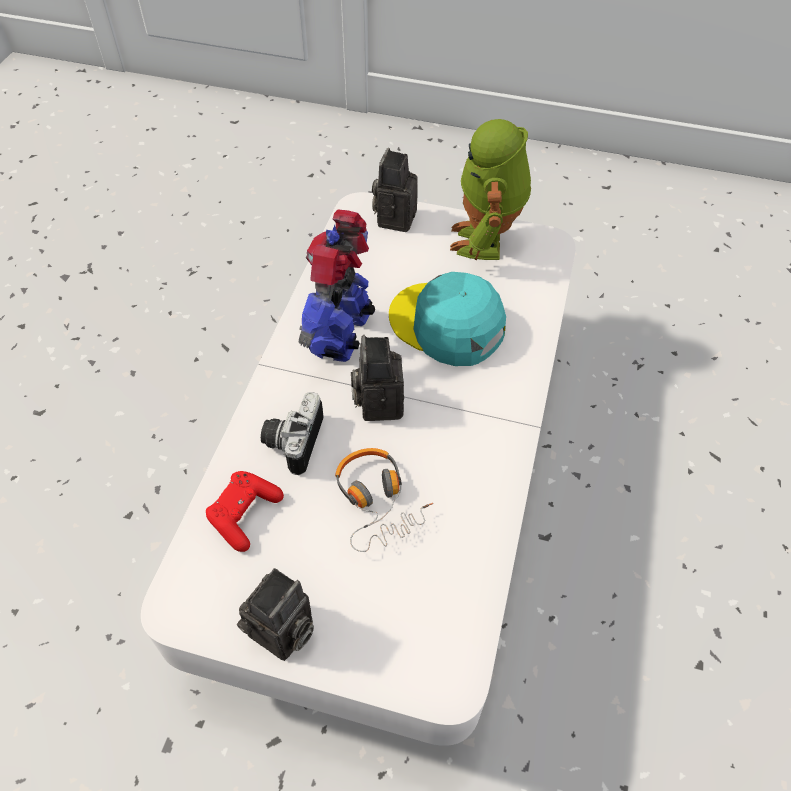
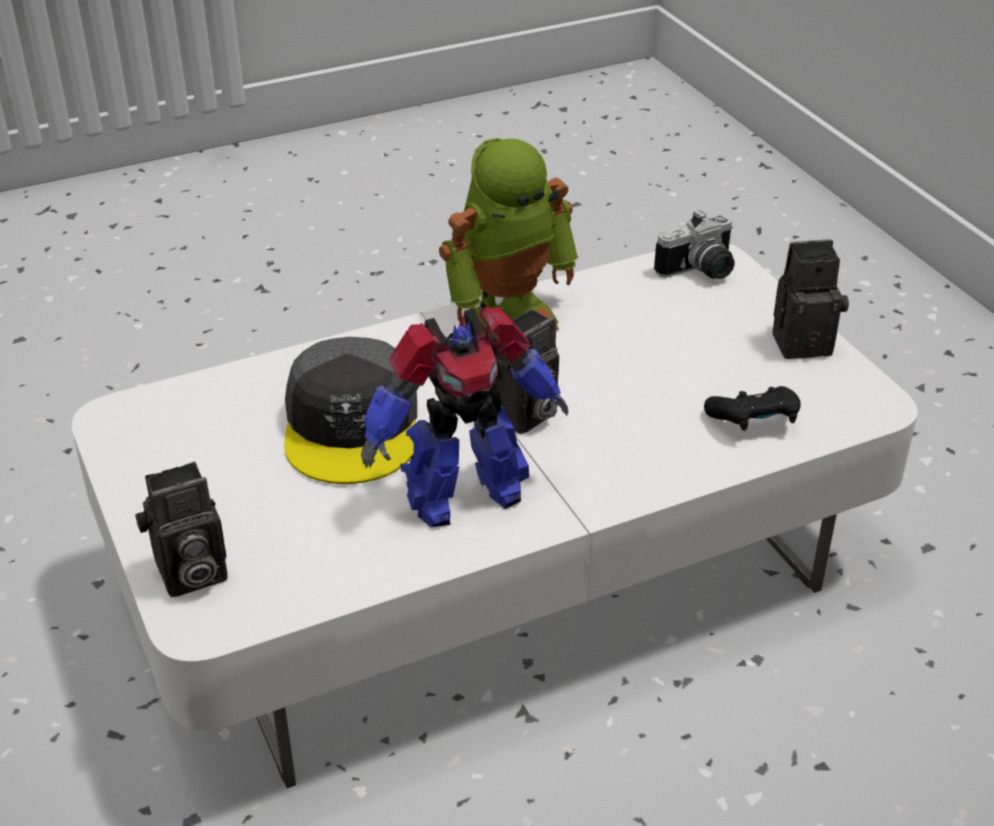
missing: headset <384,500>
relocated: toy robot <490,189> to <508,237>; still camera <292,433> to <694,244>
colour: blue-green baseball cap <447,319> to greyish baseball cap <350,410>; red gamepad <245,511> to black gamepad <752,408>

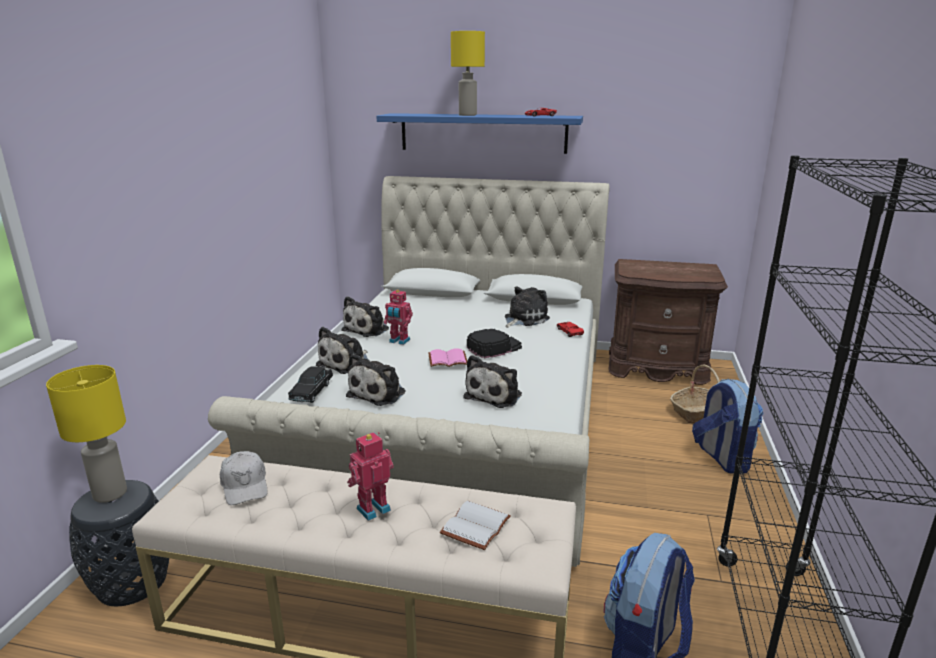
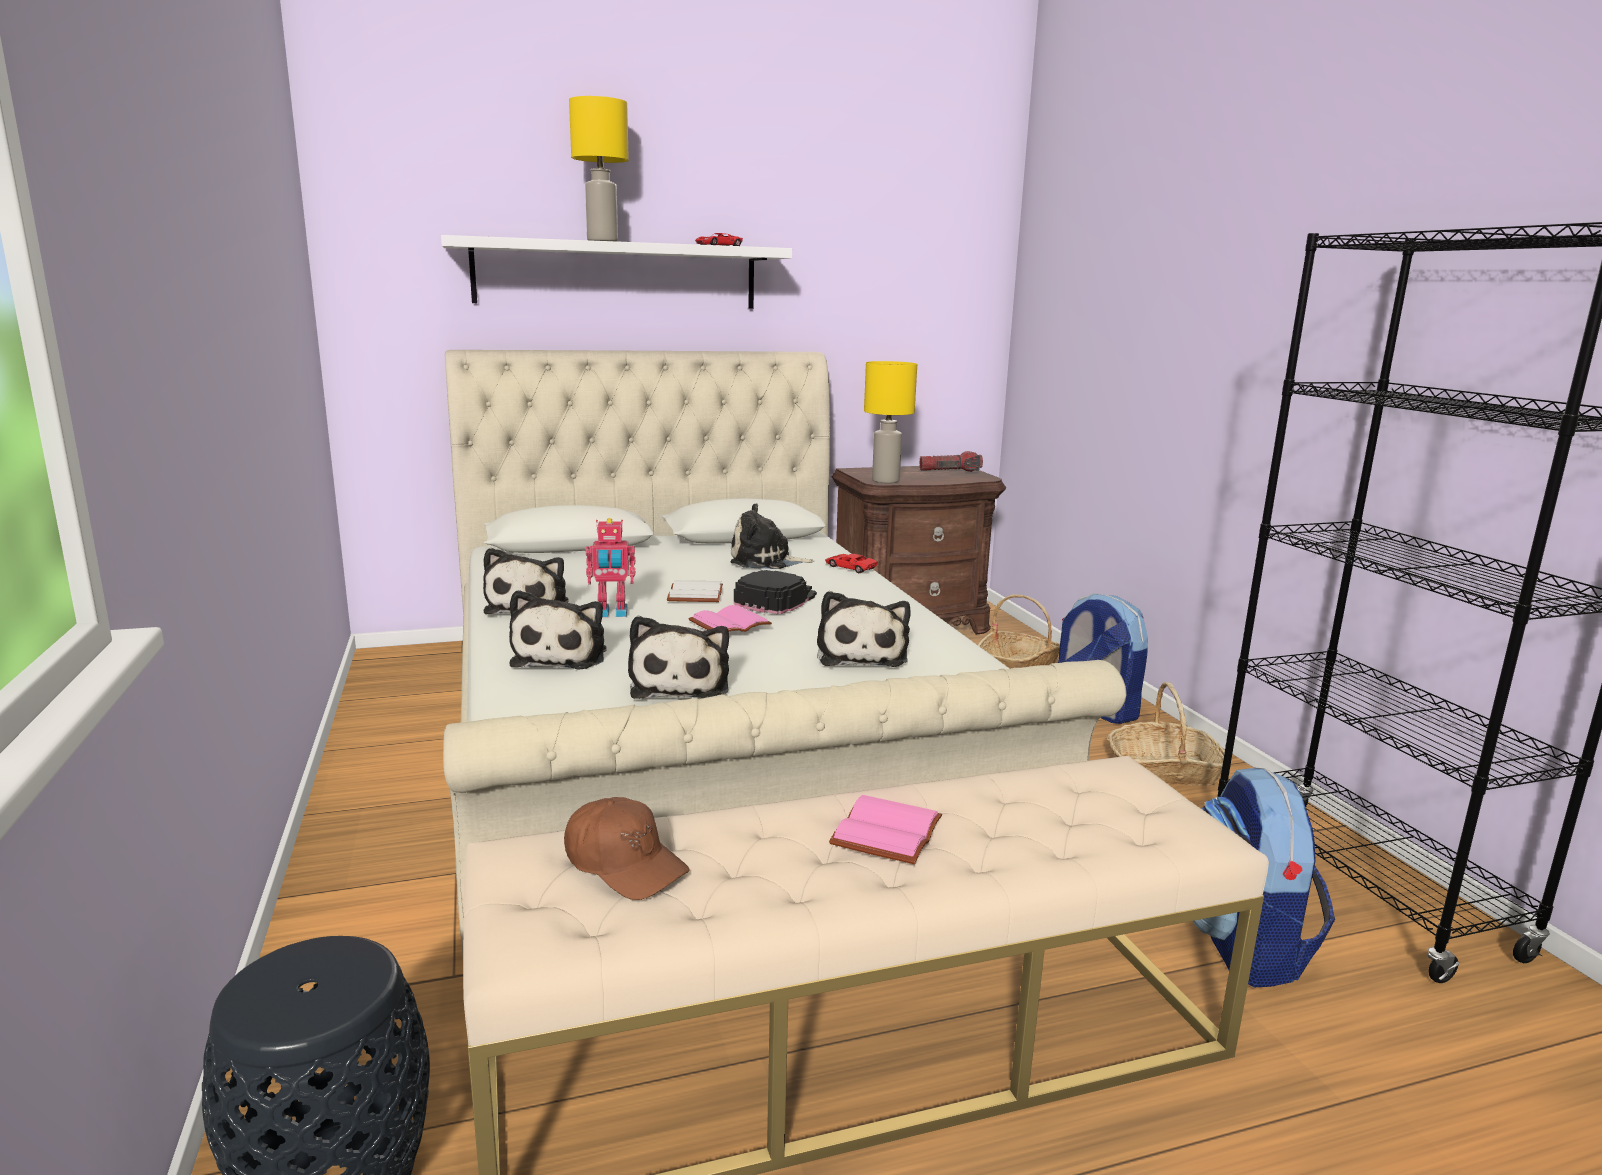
missing: black miniature car <310,384>
appeared: hand torch <951,461>; basket <1166,734>
relocated: yellowish tabletop lamp <86,434> to <890,422>; whitish bound book <475,525> to <695,591>
exchanged: toy robot <370,476> to pink bound book <885,829>
colour: blue shelf <479,133> to whitish shelf <616,272>; whitish baseball cap <243,478> to brown baseball cap <627,848>
spun: soft toy <527,307> = <772,536> 105 degrees counterclockwise

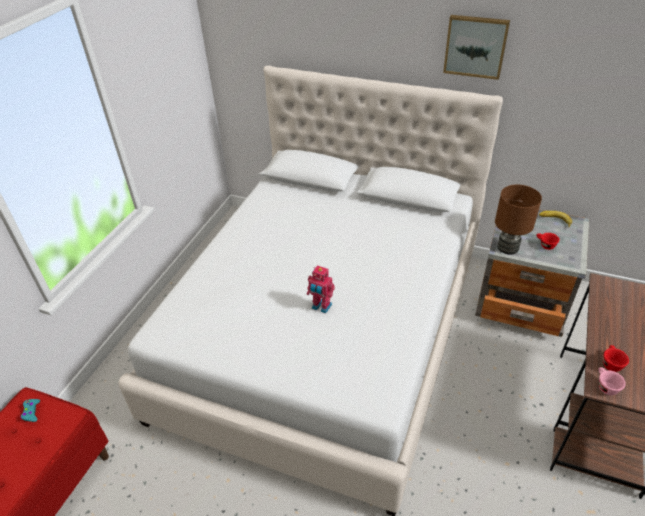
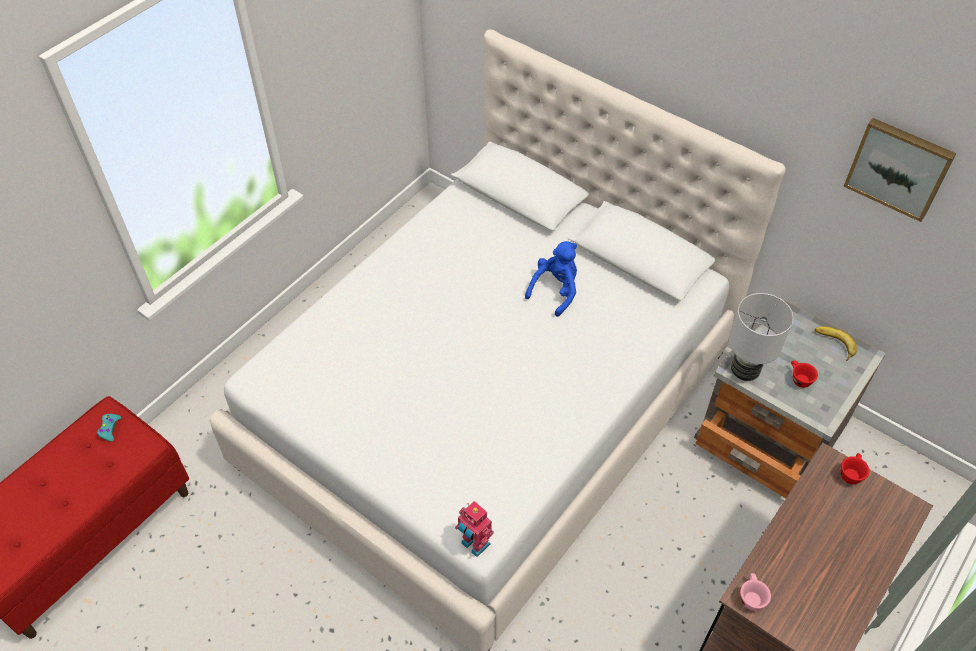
appeared: blue soft toy <551,279>
relocated: picture <476,47> to <899,170>; toy robot <321,289> to <474,529>; red drinking cup <616,358> to <855,468>
colour: brown tabletop lamp <518,220> to greyish tabletop lamp <761,337>

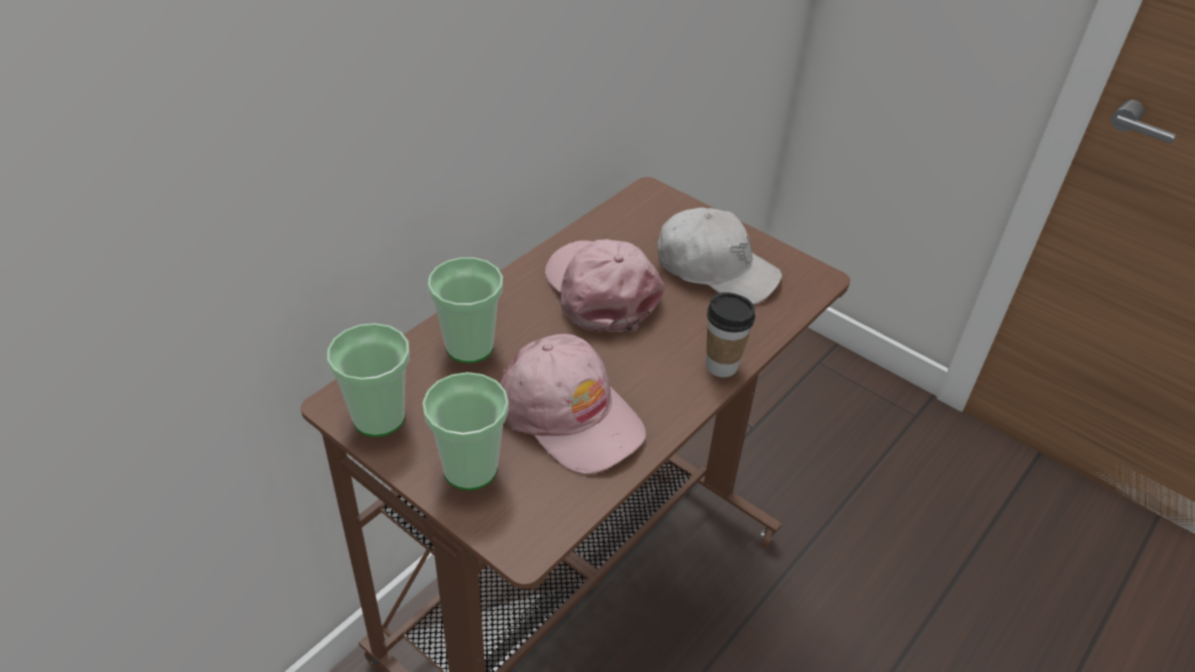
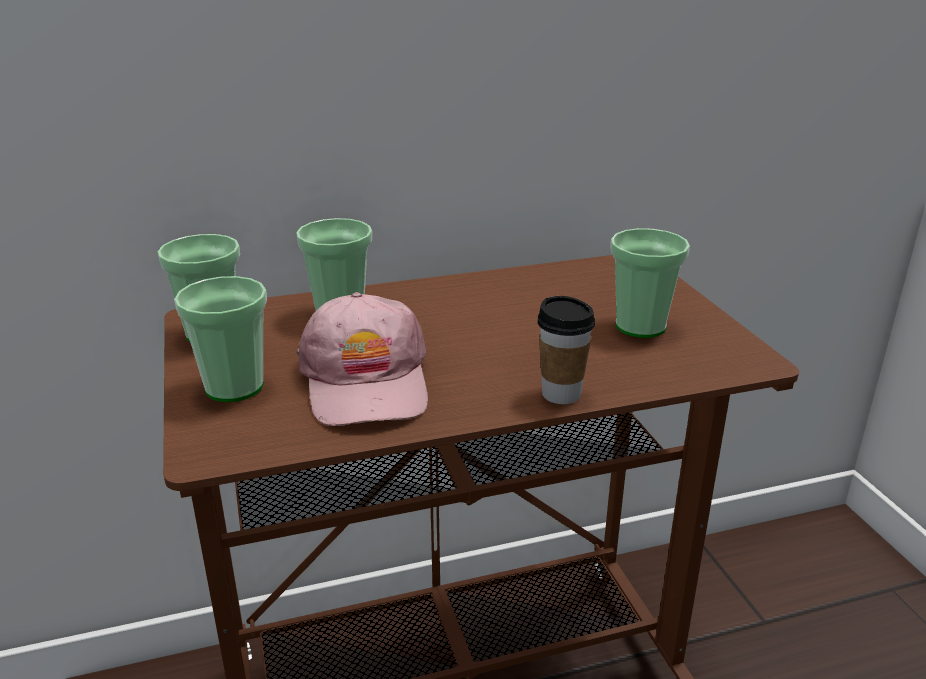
missing: pink baseball cap <604,285>
exchanged: whitish baseball cap <720,256> to drinking cup <650,283>

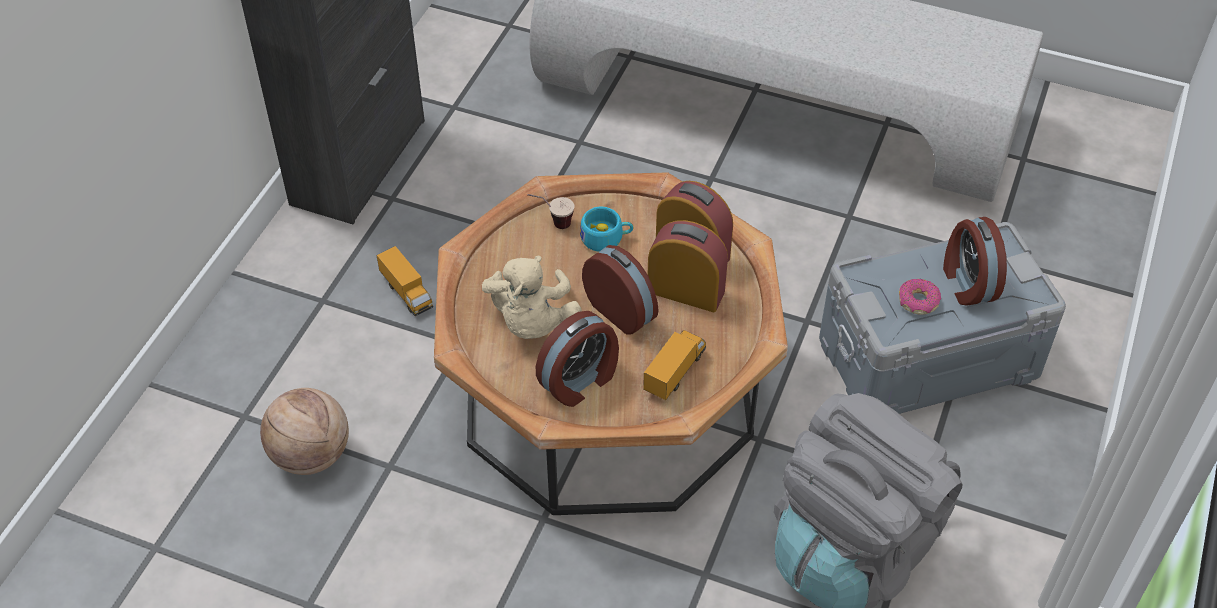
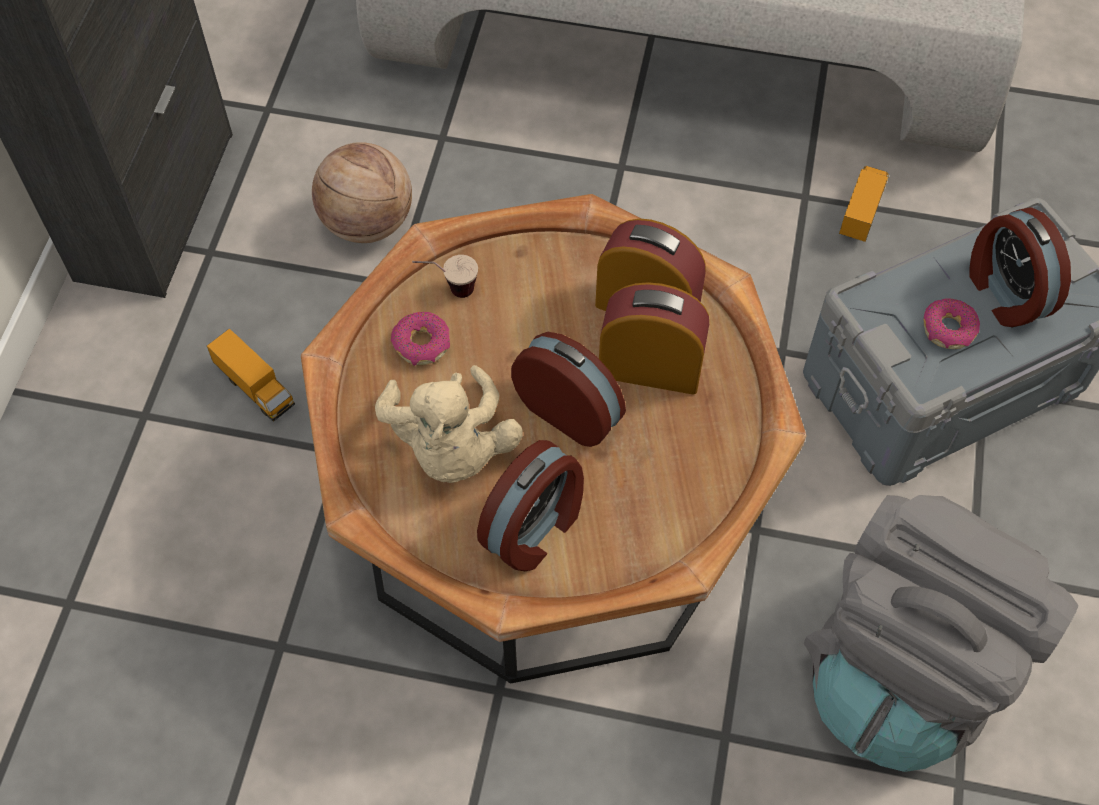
missing: blue-green drinking cup <606,229>
appeared: doughnut <420,339>
relocated: toy lorry <674,365> to <864,204>; basketball <304,431> to <362,192>

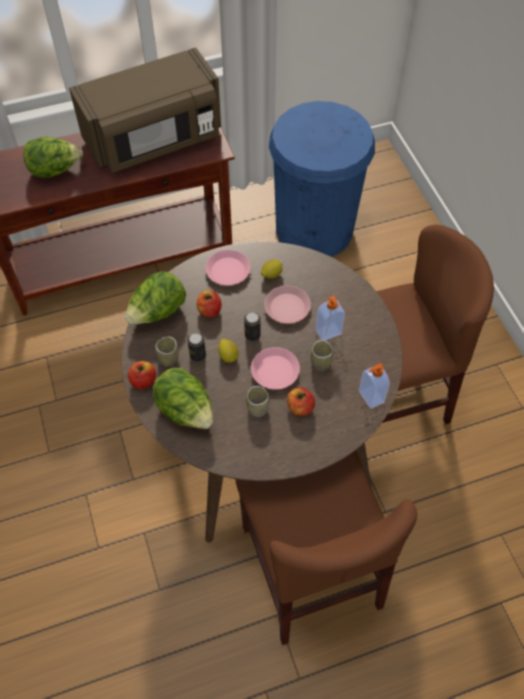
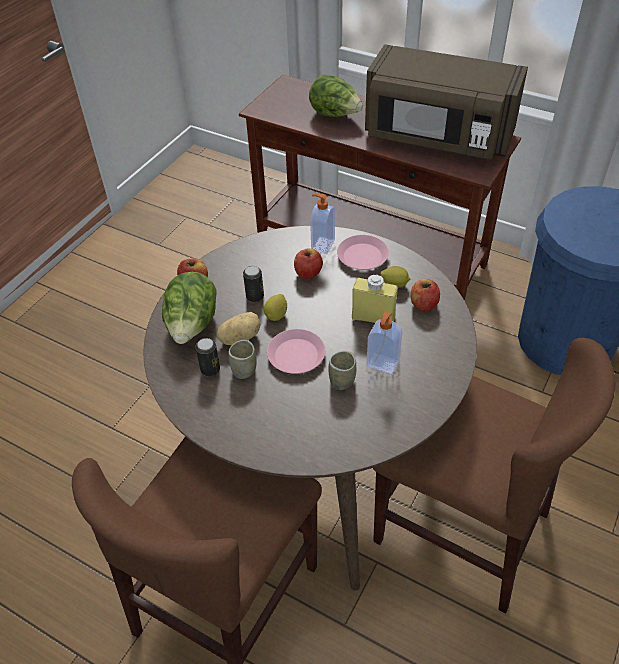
missing: lettuce head <155,298>; drinking cup <167,351>
appeared: whole potato <238,328>
relocated: can <252,326> to <208,357>; soap bottle <374,386> to <322,223>; apple <301,401> to <425,295>
exchanged: pink plate <287,305> to yellowish bottle <375,298>

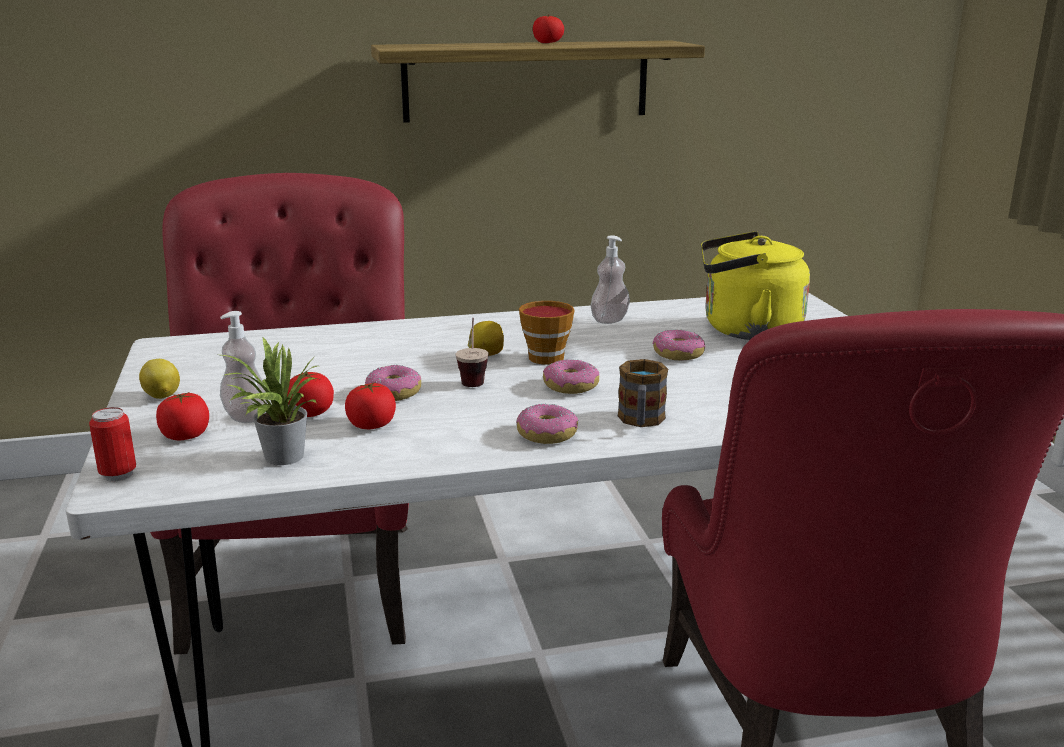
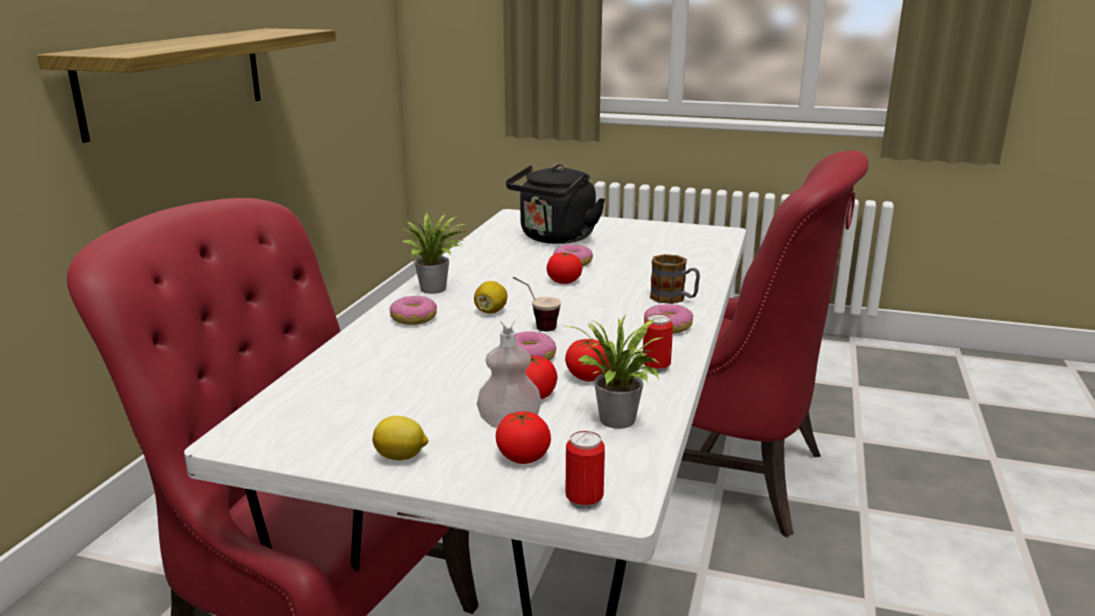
missing: soap bottle <610,279>; drinking cup <547,333>
appeared: plant in a pot <435,252>; can <658,343>
relocated: tomato <548,29> to <564,268>; doughnut <571,376> to <413,310>
colour: yellowish tea kettle <755,286> to black tea kettle <555,204>

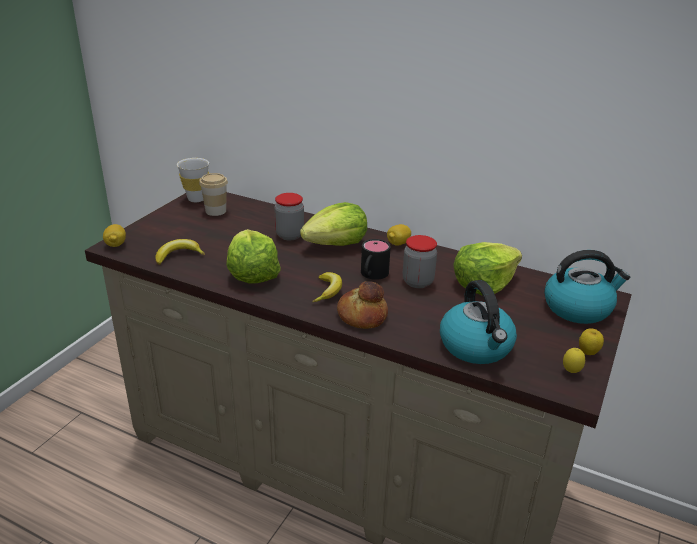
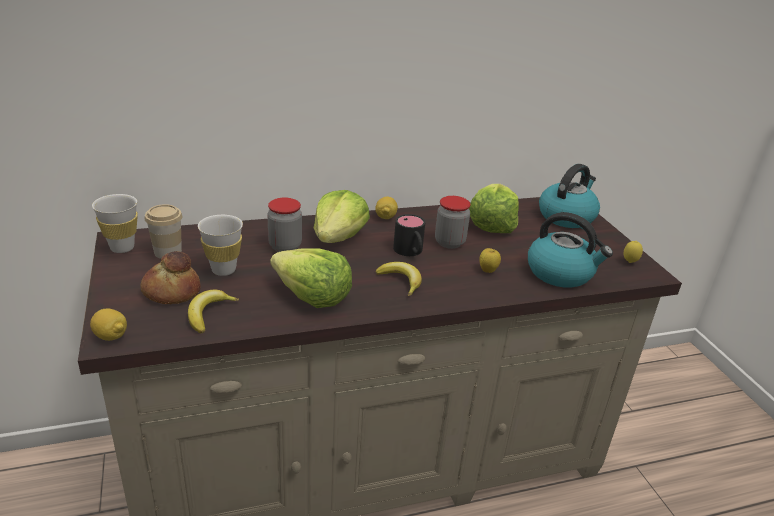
appeared: whitish drinking cup <220,245>
relocated: baked bread <362,305> to <171,277>; apple <591,341> to <490,260>

